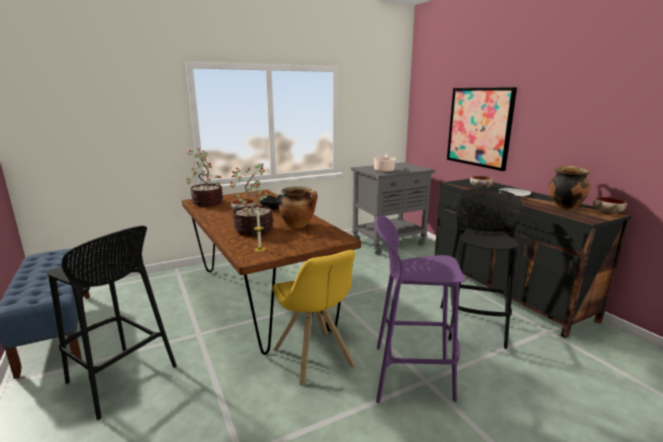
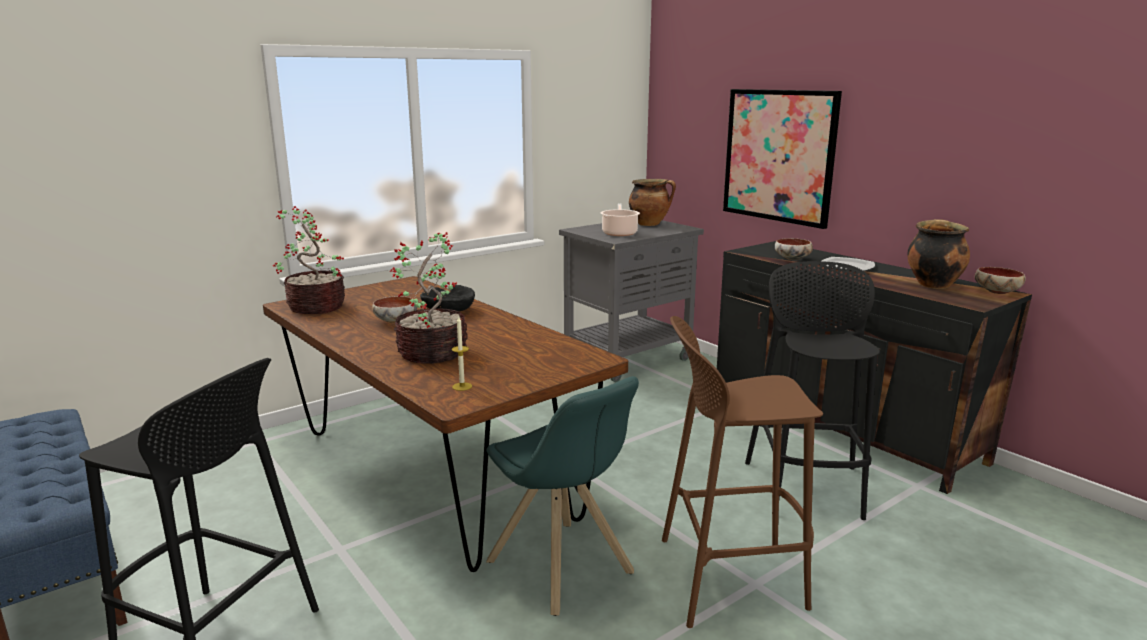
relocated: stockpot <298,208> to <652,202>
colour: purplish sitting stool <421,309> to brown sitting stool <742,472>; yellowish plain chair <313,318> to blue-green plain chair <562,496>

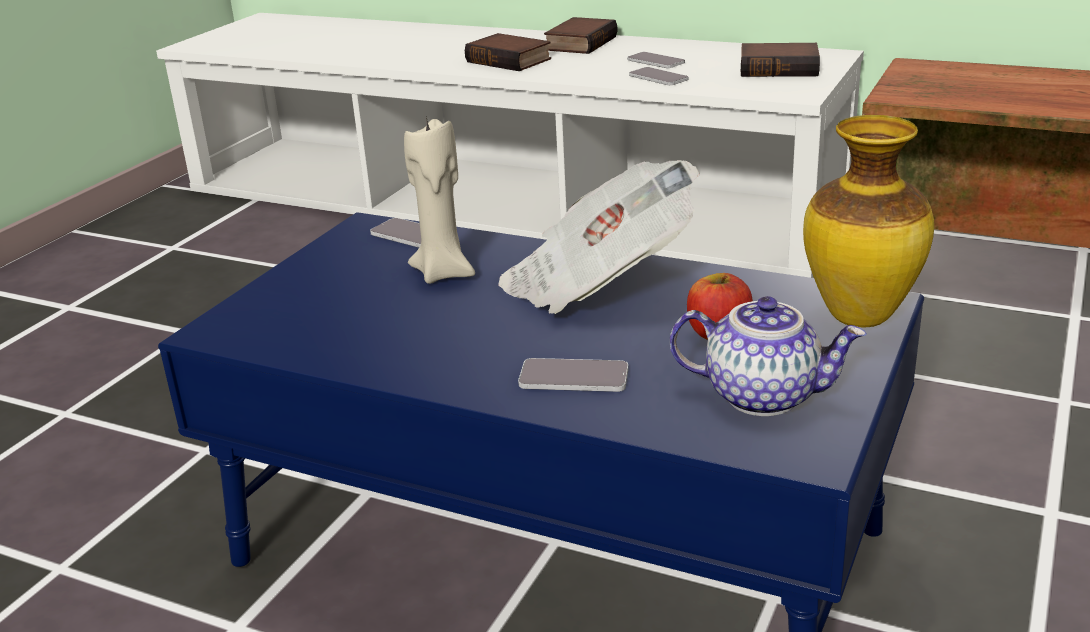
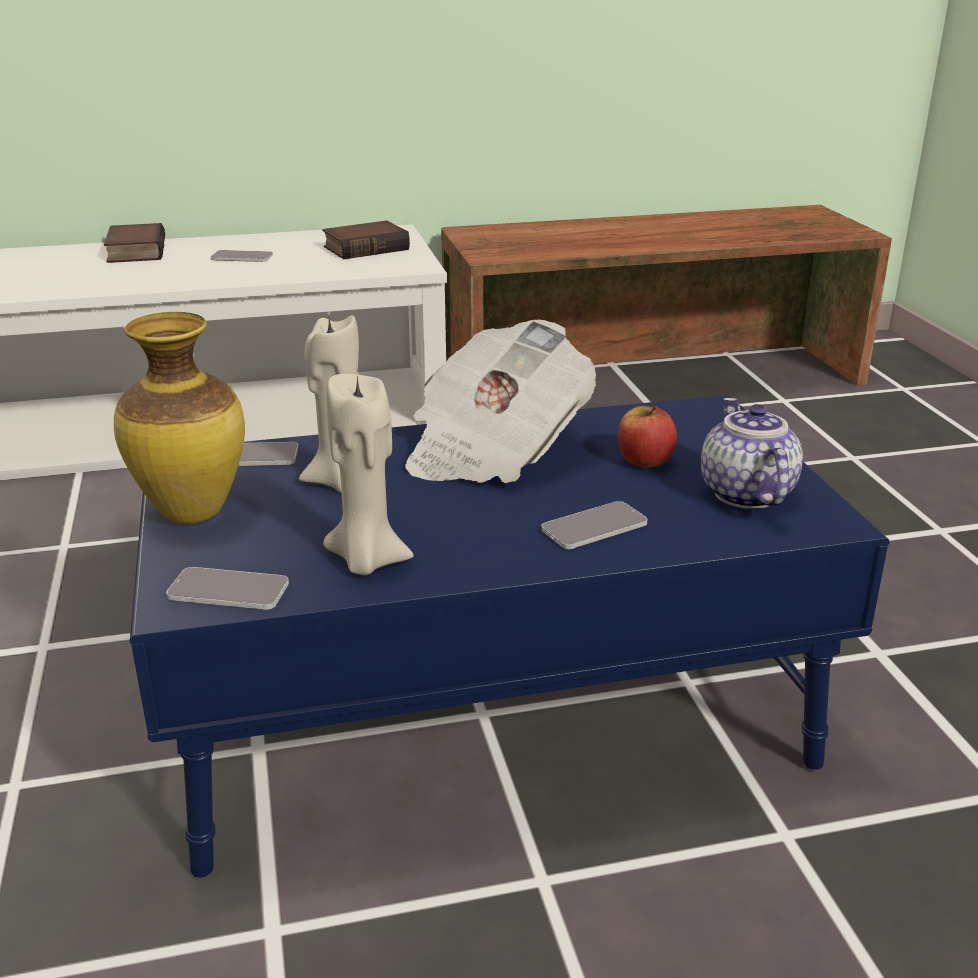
missing: bound book <508,52>
appeared: beige-coloured wax candle <368,474>
relocated: handset <658,76> to <227,588>; decorative vase <868,221> to <179,418>
spun: tea pot <768,356> = <752,453> 75 degrees counterclockwise

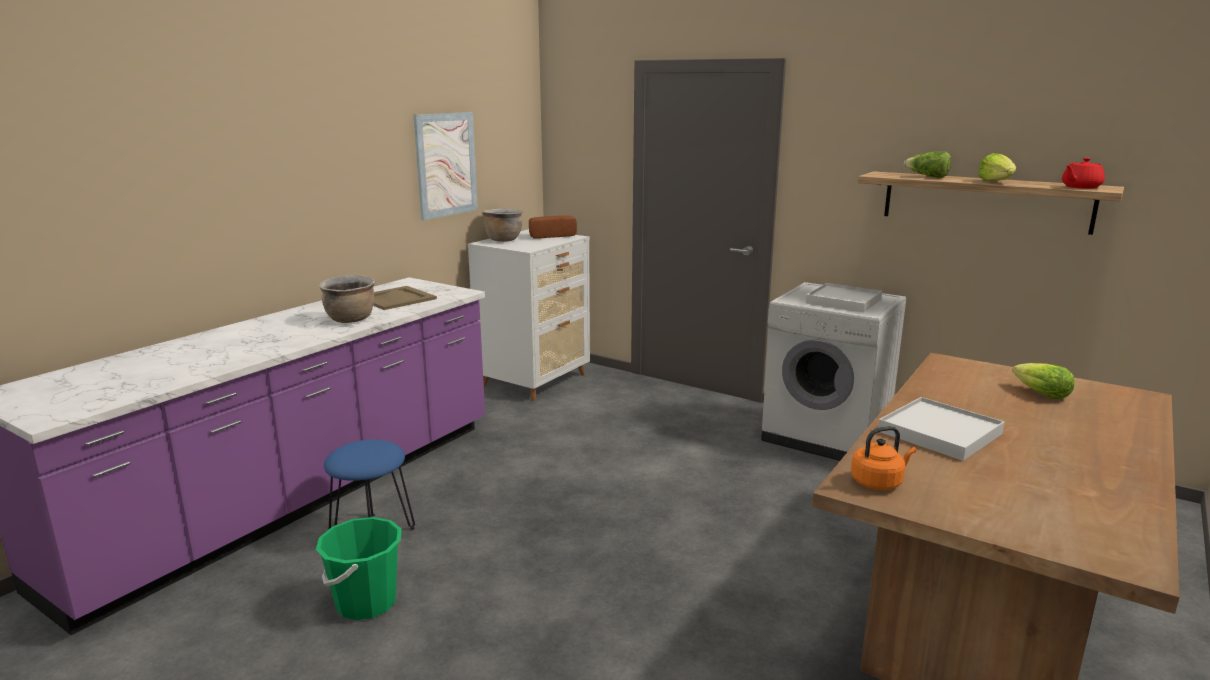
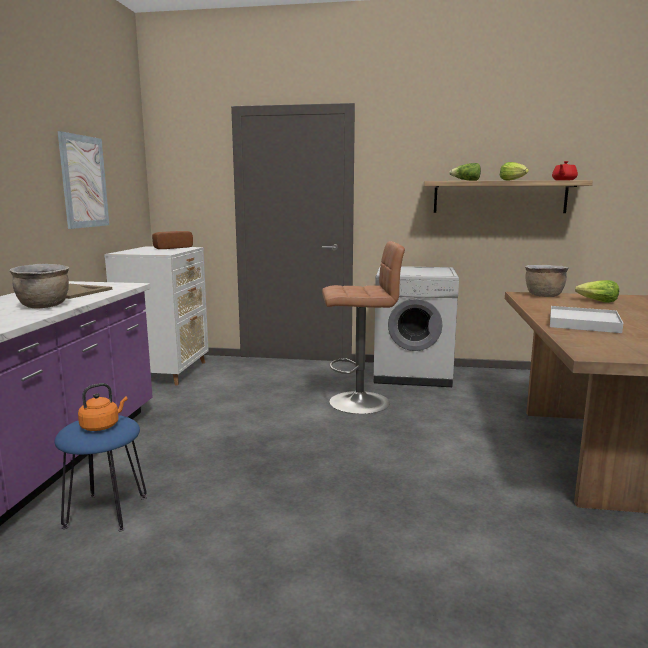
missing: whitish tray <844,297>; green pail <359,568>
appeared: brown sitting stool <363,327>
relocated: brown stockpot <502,225> to <547,281>; orangey tea kettle <883,458> to <102,407>

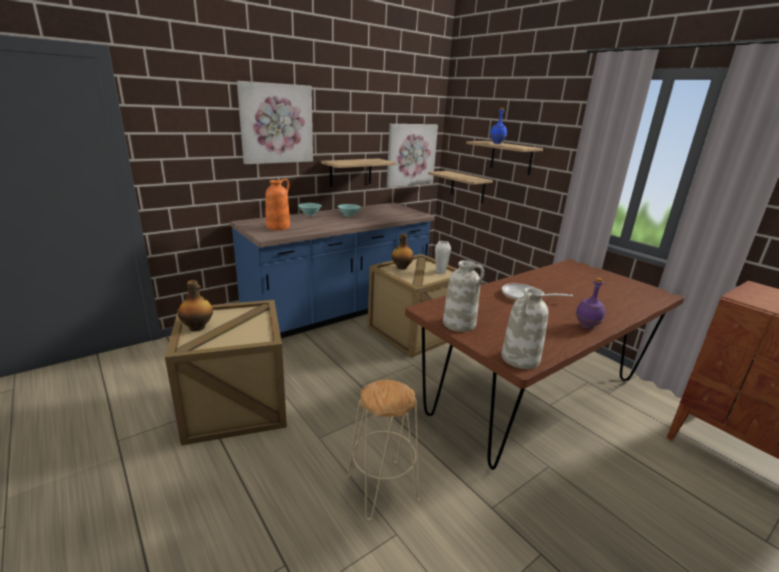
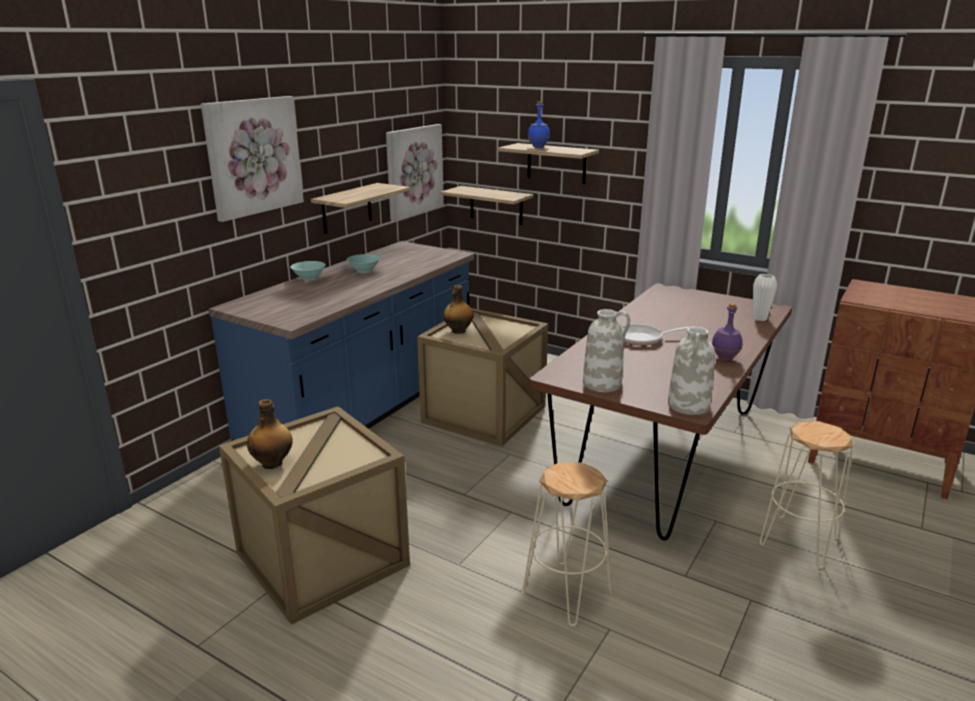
missing: orangey decorative vase <277,204>
appeared: beige-coloured sitting stool <807,495>
relocated: whitish decorative vase <443,257> to <765,297>

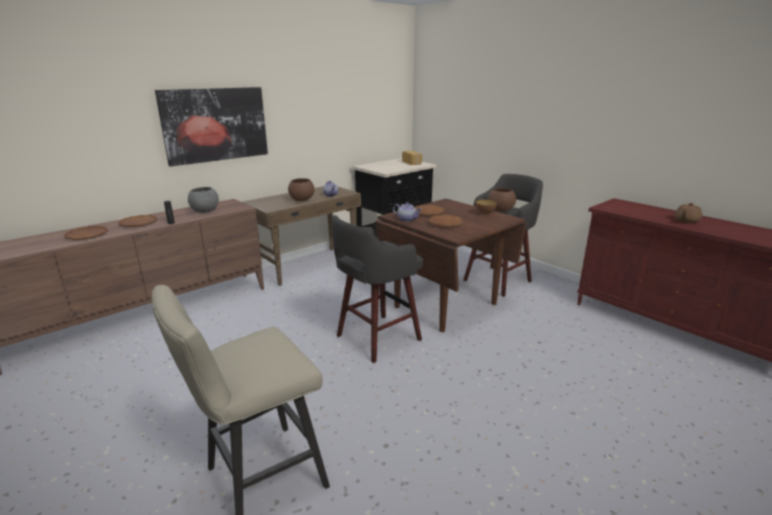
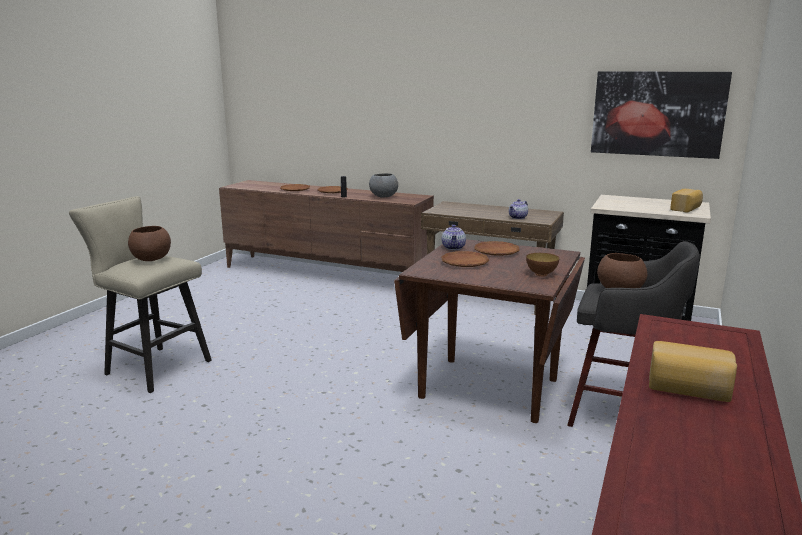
missing: greyish sitting stool <377,289>
relocated: picture <211,127> to <661,115>; brown bowl <301,189> to <149,243>
exchanged: brown tea pot <688,213> to baked bread <693,371>

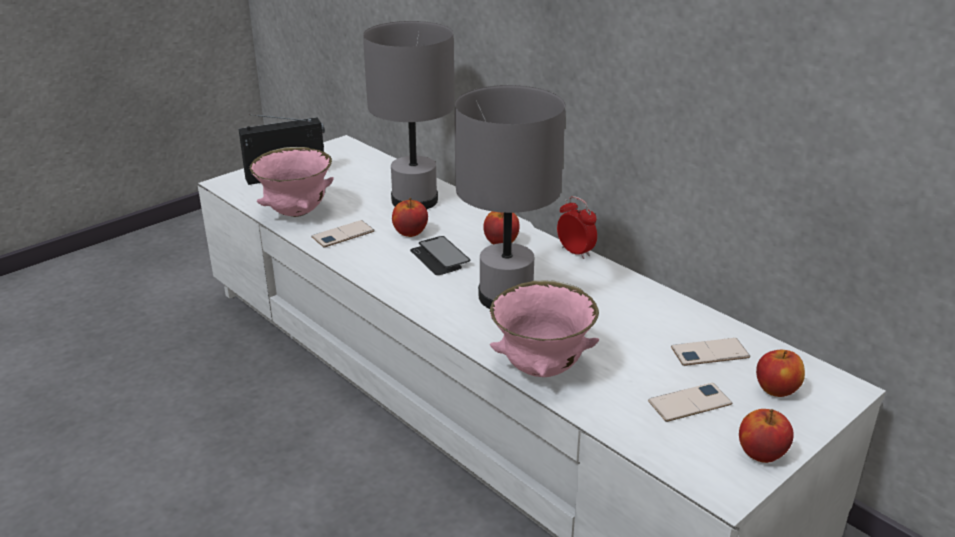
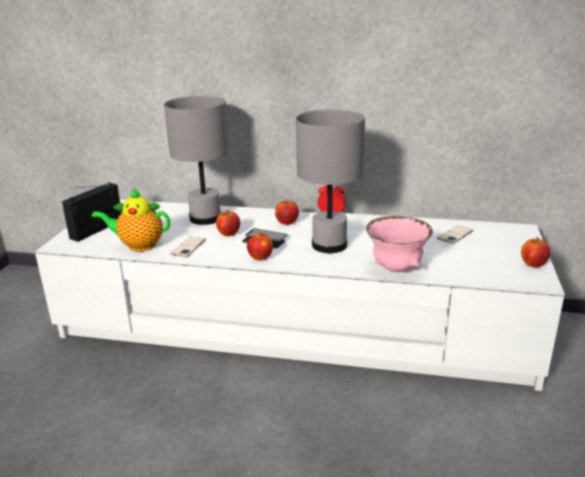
missing: handset <690,402>
relocated: apple <780,373> to <260,246>
exchanged: pink bowl <292,182> to tea pot <130,220>

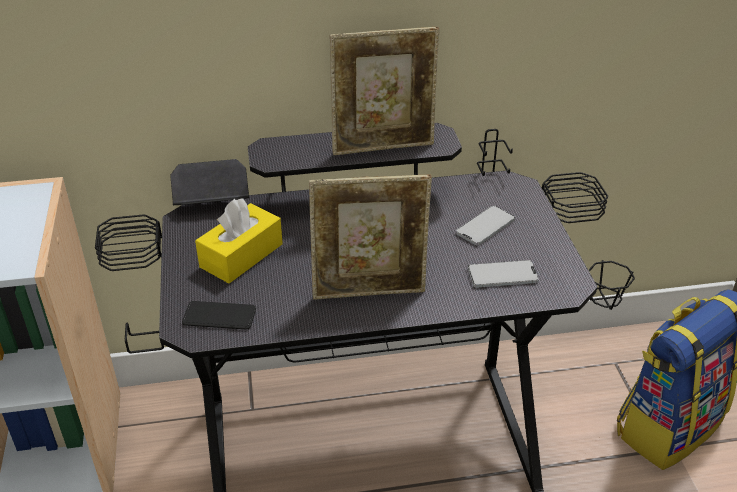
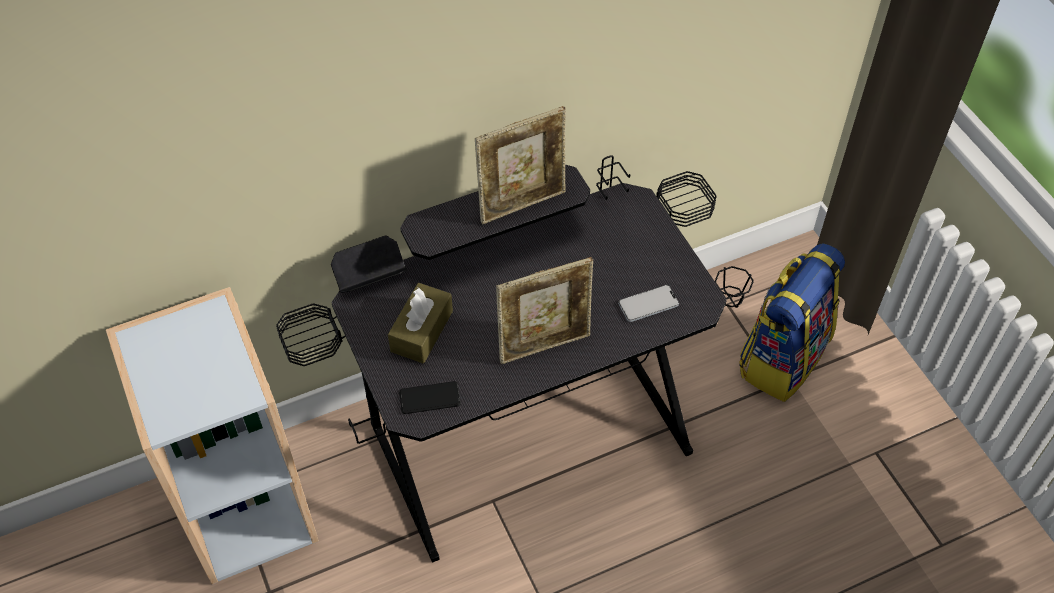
missing: handset <485,225>
colour: yellowish tissue holder <239,240> to brown tissue holder <420,323>

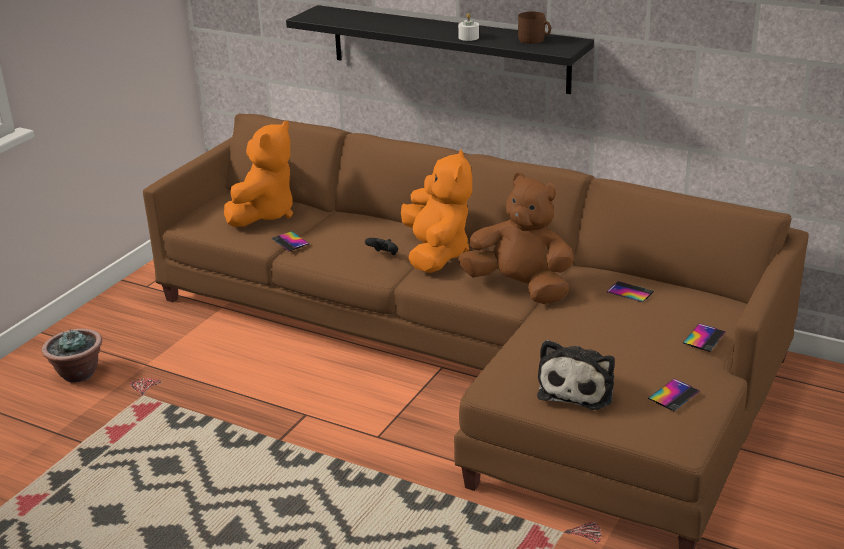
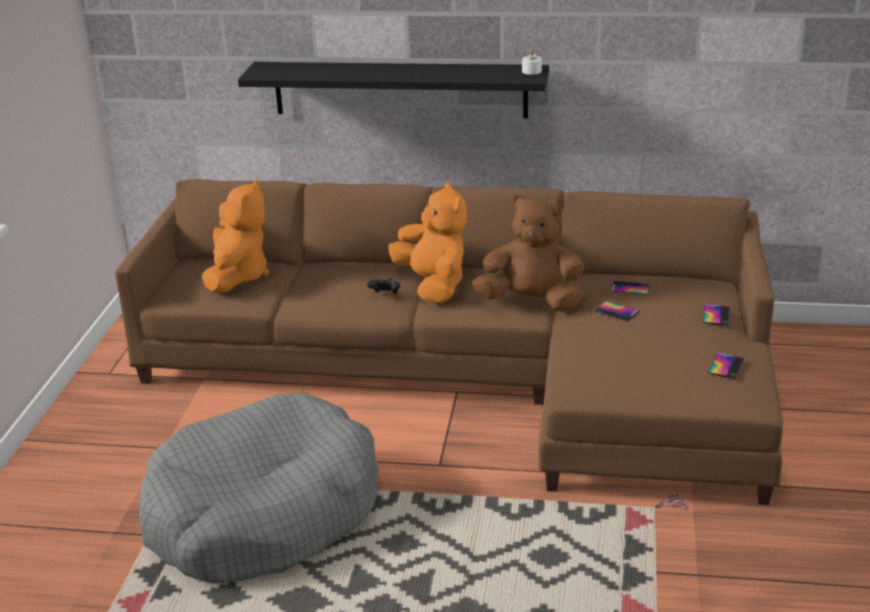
missing: brown mug <534,28>; plant in a pot <72,356>; soft toy <576,375>
appeared: greyish dog bed <259,488>
relocated: whitish wax candle <468,27> to <532,61>; handset <290,241> to <616,311>

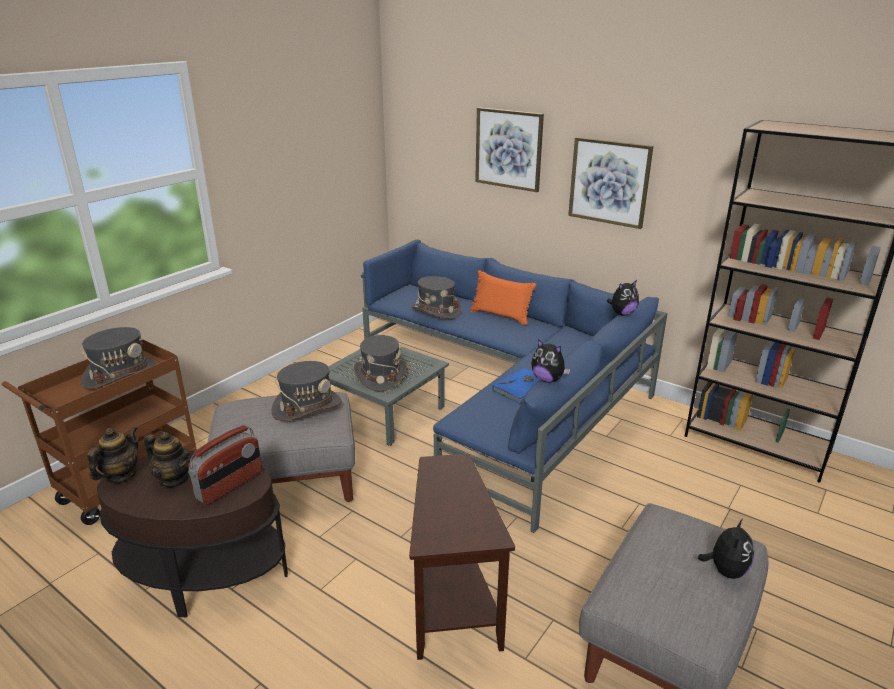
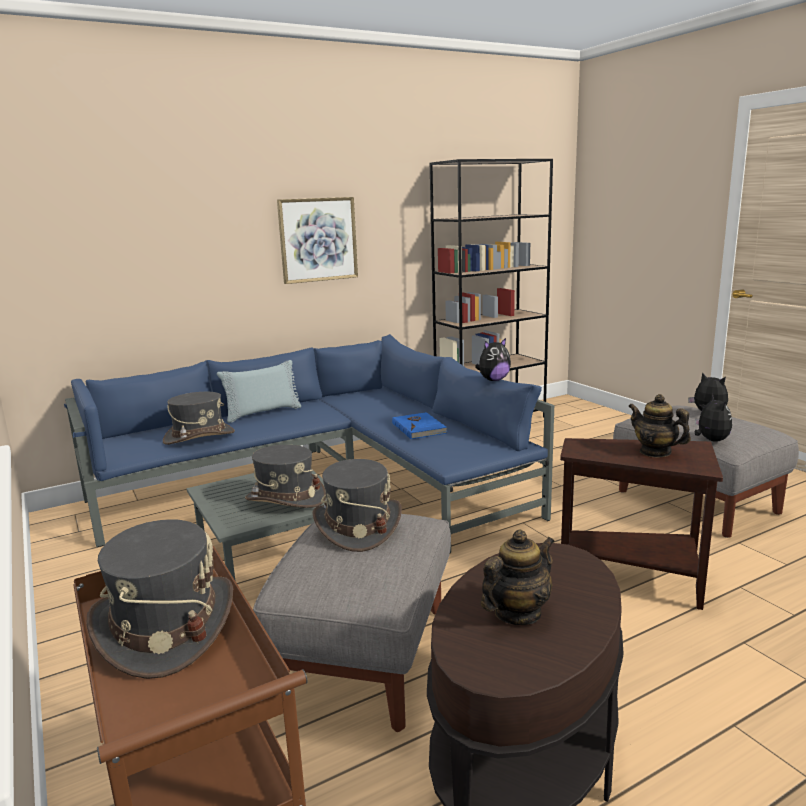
missing: picture <509,149>; radio <225,465>
relocated: soft toy <623,298> to <713,418>; tea pot <113,455> to <659,426>
colour: orangey throw pillow <503,298> to blue throw pillow <259,391>

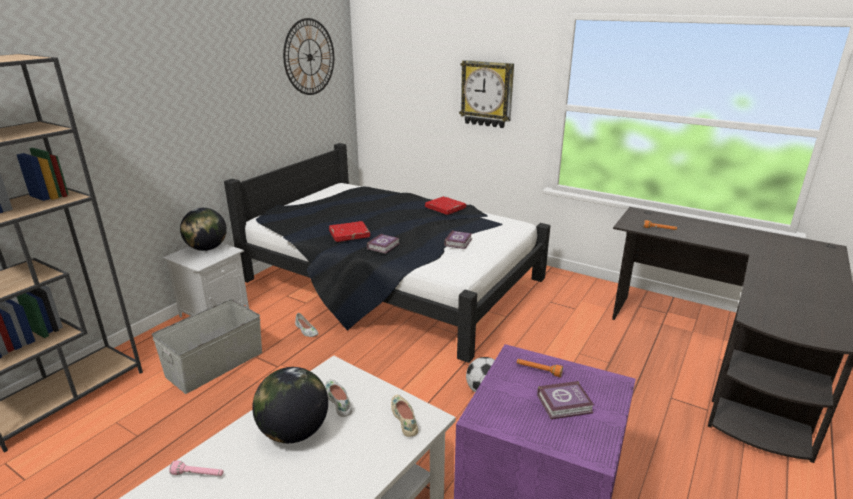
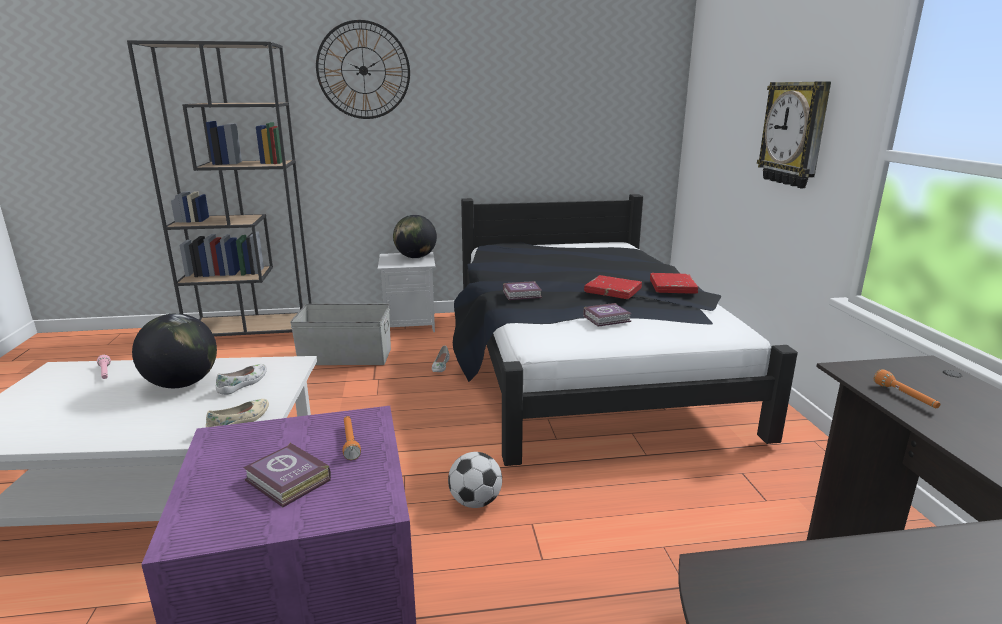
relocated: clock on the wall <308,56> to <363,69>; red bound book <349,231> to <613,287>

